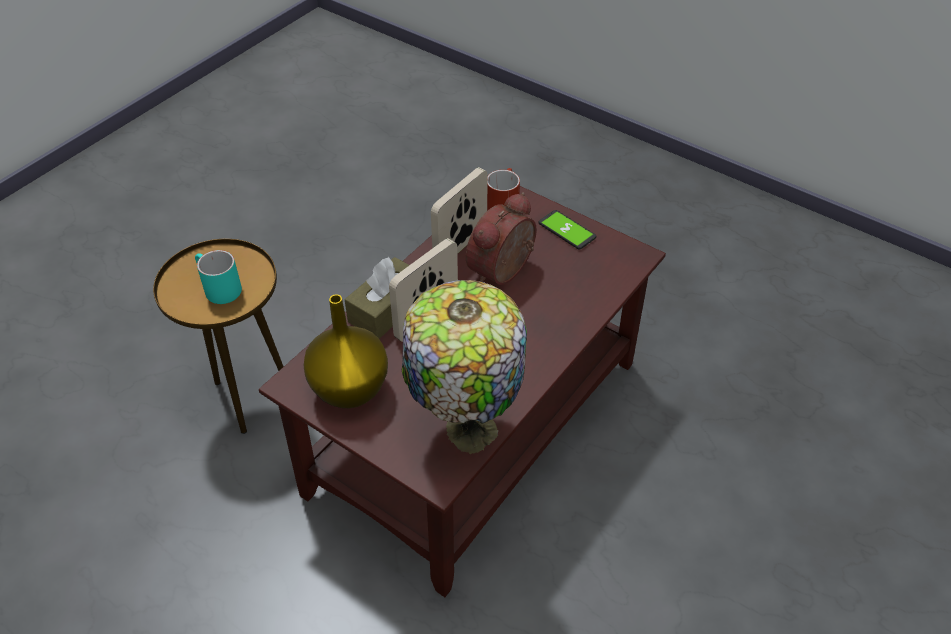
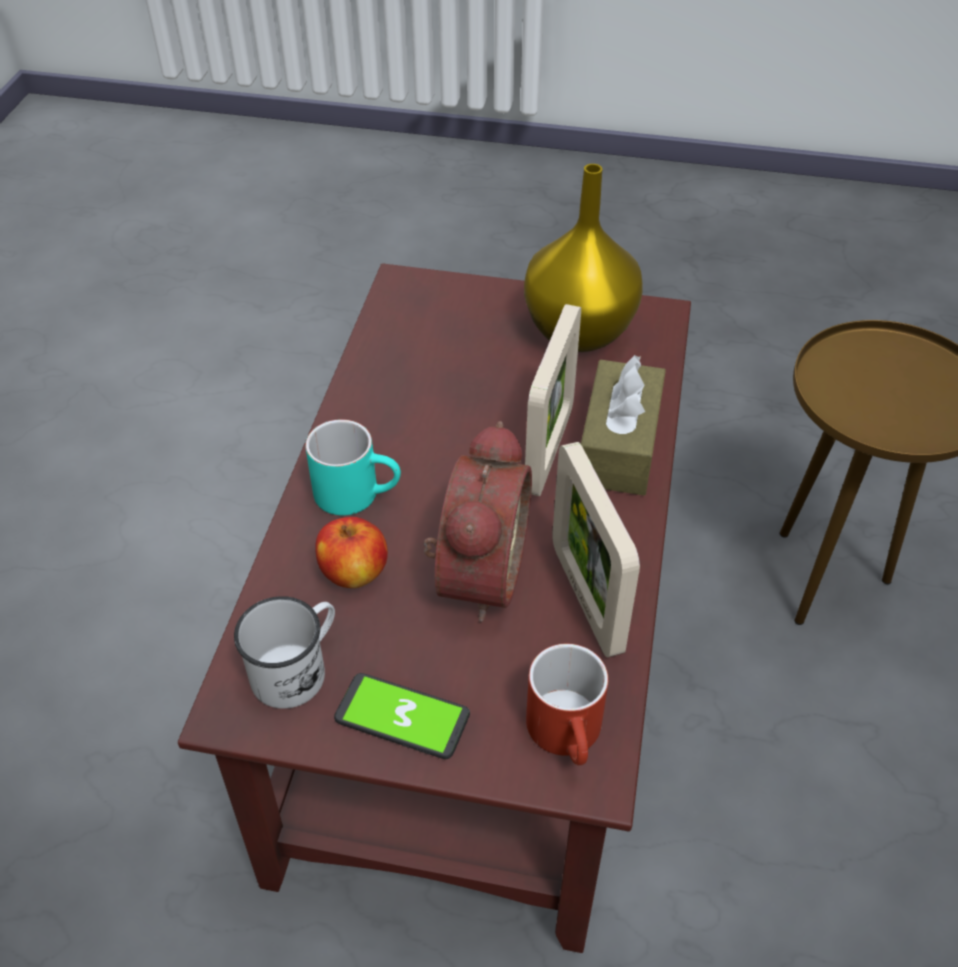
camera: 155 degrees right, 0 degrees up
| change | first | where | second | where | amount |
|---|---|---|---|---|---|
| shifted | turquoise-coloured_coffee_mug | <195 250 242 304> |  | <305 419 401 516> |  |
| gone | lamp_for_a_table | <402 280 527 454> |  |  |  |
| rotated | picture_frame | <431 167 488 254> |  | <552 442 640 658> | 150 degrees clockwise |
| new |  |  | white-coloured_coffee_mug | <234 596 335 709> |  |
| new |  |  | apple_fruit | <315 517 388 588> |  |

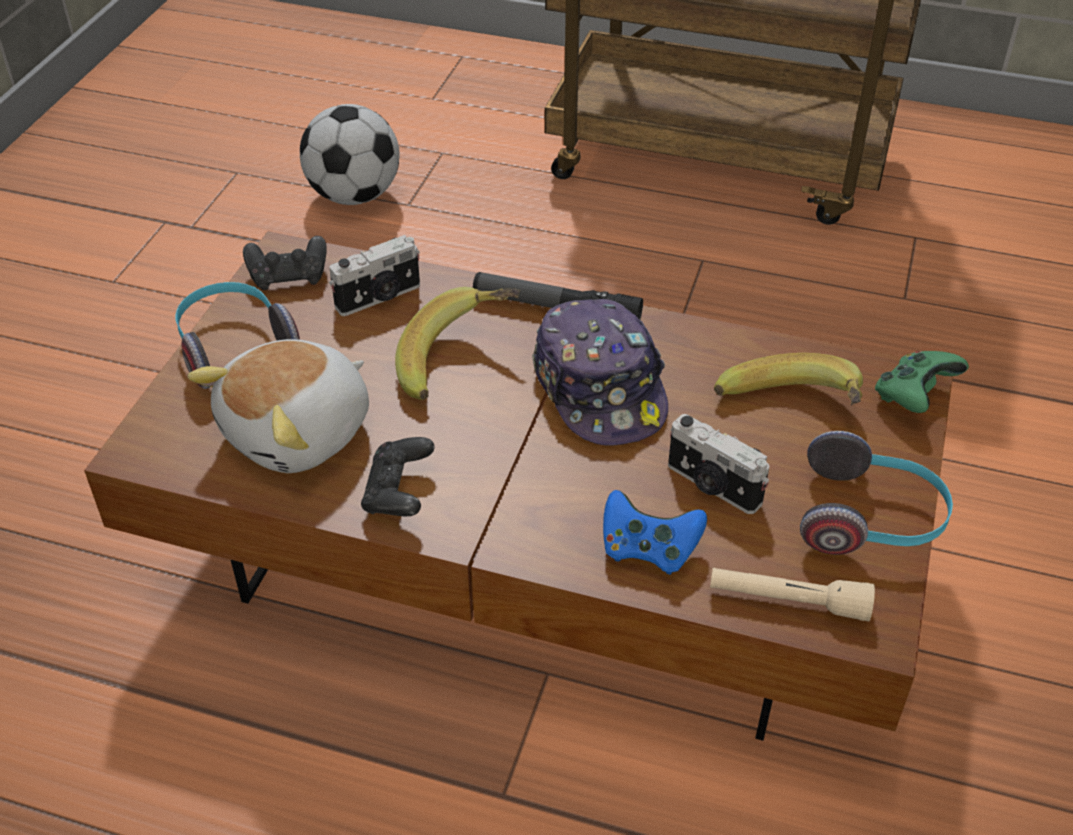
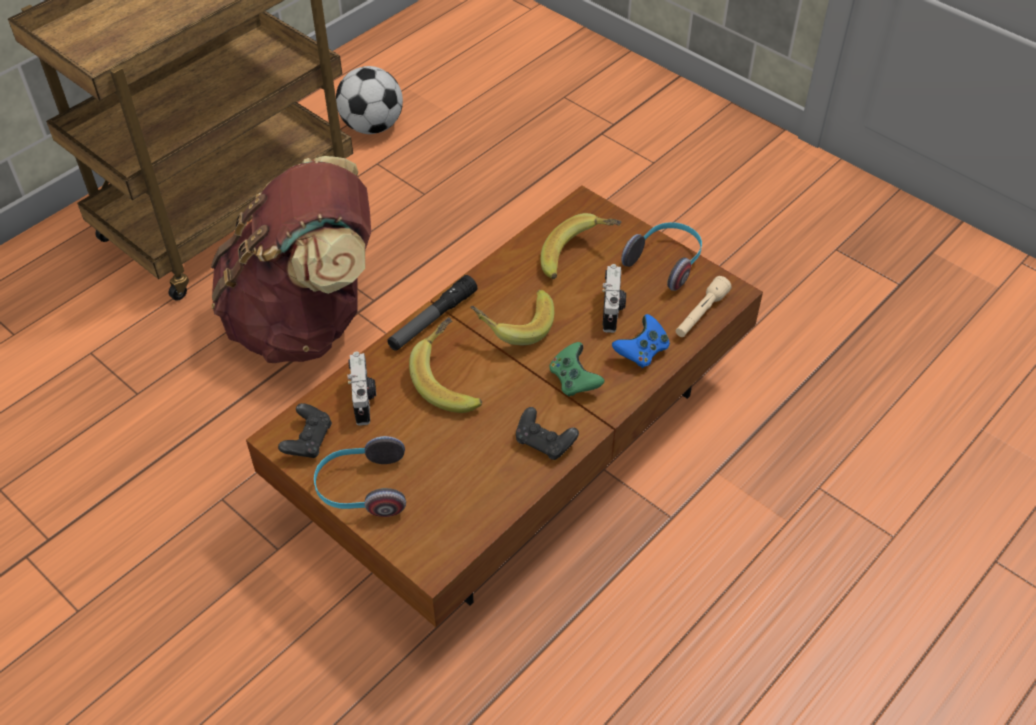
camera: 65 degrees left, 5 degrees up
| change | first | where | second | where | amount |
|---|---|---|---|---|---|
| gone | cuddly_toy | <188 339 369 473> |  |  |  |
| shifted | football_ball | <300 104 400 205> |  | <336 66 403 134> |  |
| swapped | peaked_cap | <532 299 668 446> | banana_fruit | <470 290 554 345> |  |
| rotated | photo_camera | <668 414 769 514> |  | <602 264 626 333> | 60 degrees counterclockwise |
| shifted | green_game_controller | <875 351 969 413> |  | <549 342 605 397> |  |
| new |  |  | brown-coloured_rucksack | <211 156 371 363> |  |

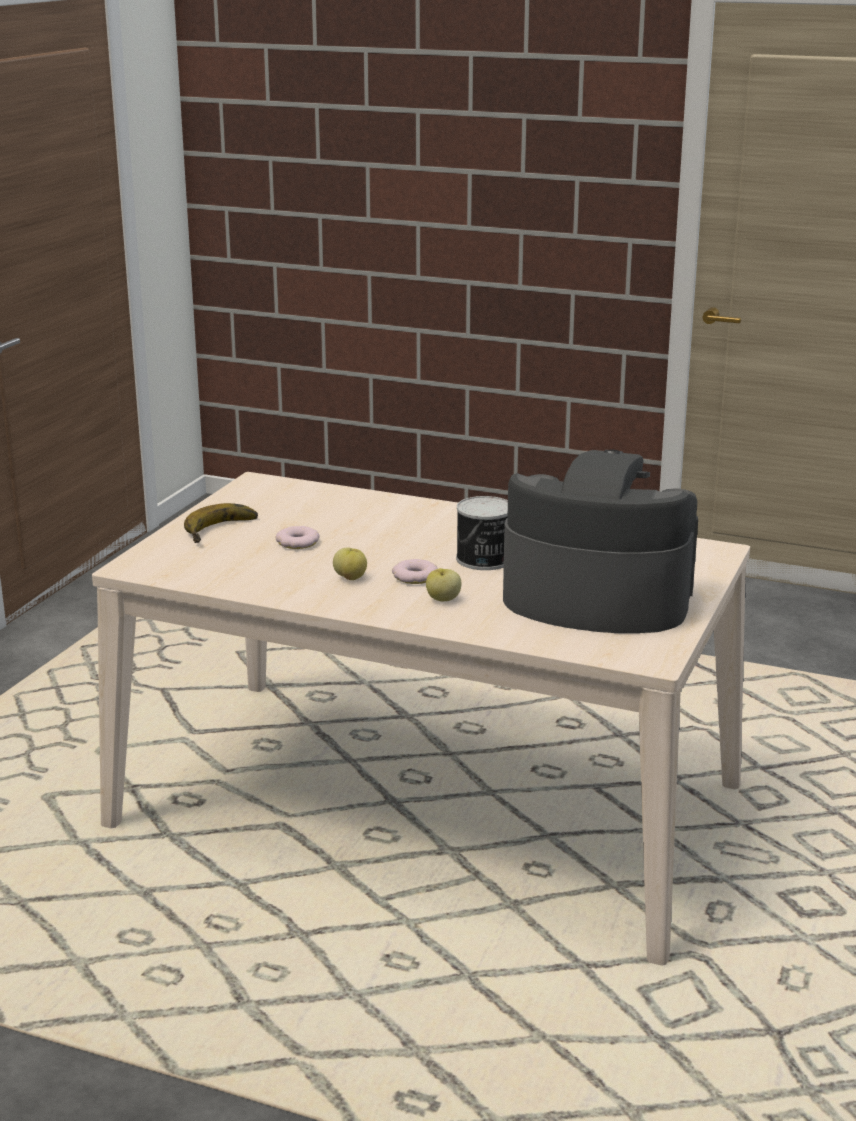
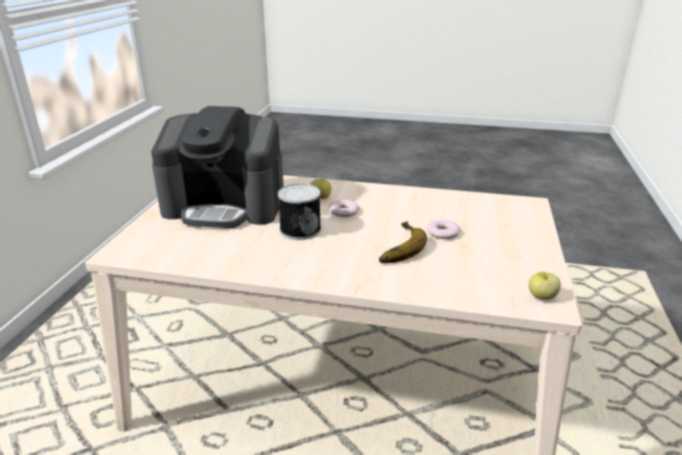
camera: 170 degrees right, 5 degrees up
| change | first | where | second | where | amount |
|---|---|---|---|---|---|
| shifted | banana_fruit | <184 503 258 543> |  | <379 222 427 263> |  |
| shifted | apple_fruit | <333 547 367 580> |  | <529 272 561 300> |  |

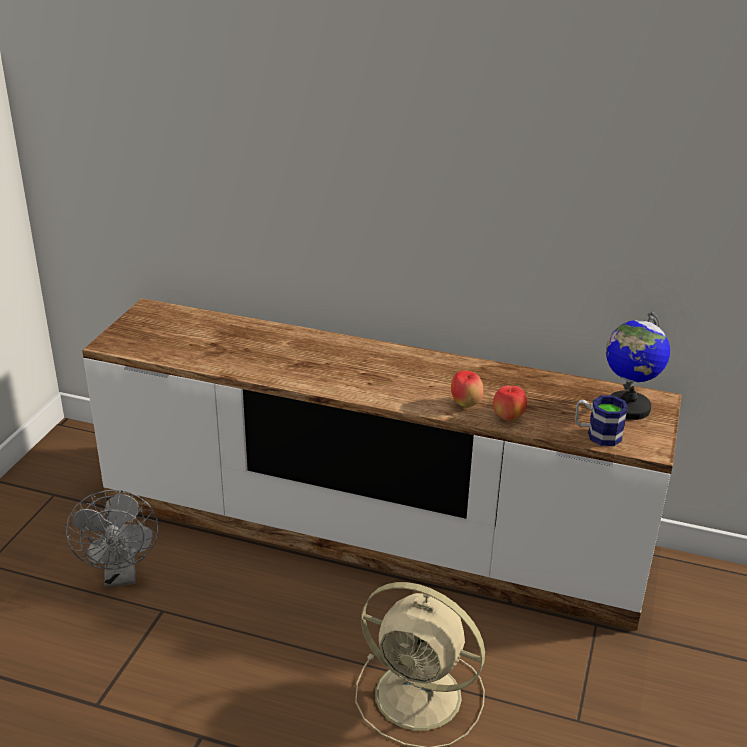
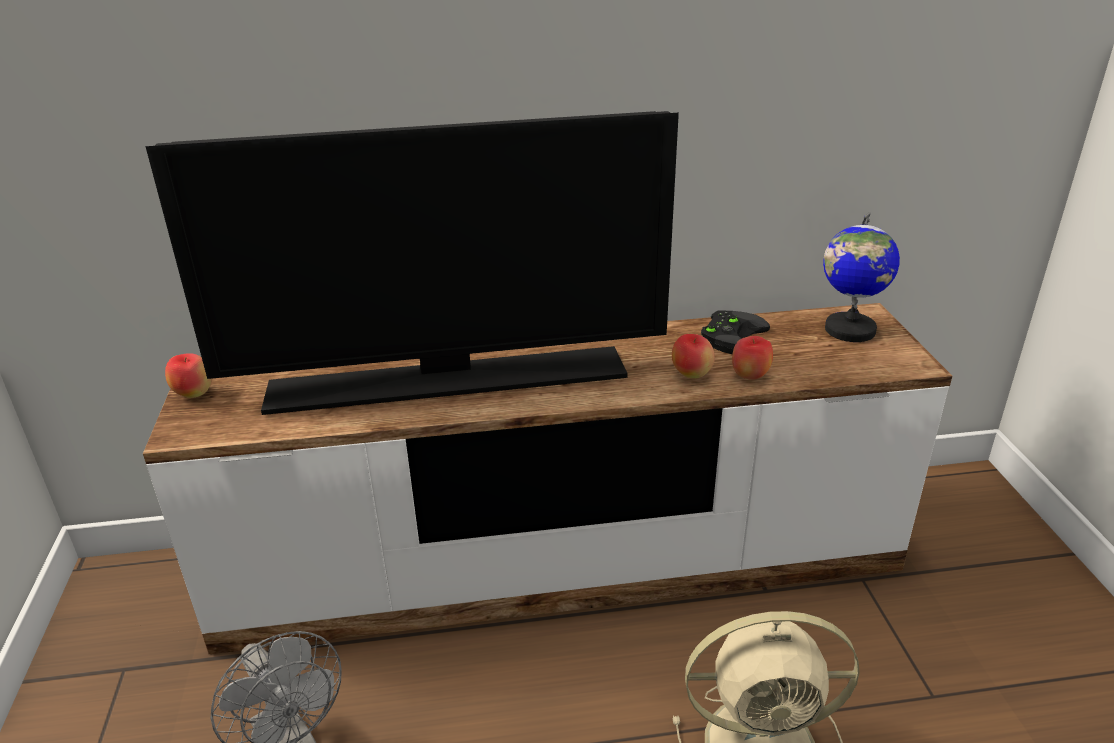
camera: 25 degrees left, 0 degrees up
| change | first | where | second | where | amount |
|---|---|---|---|---|---|
| gone | coffee_mug | <575 395 628 446> |  |  |  |
| new |  |  | TV_set | <145 111 679 415> |  |
| new |  |  | apple_fruit | <165 353 213 398> |  |
| new |  |  | blackish_game_controller | <701 310 770 354> |  |

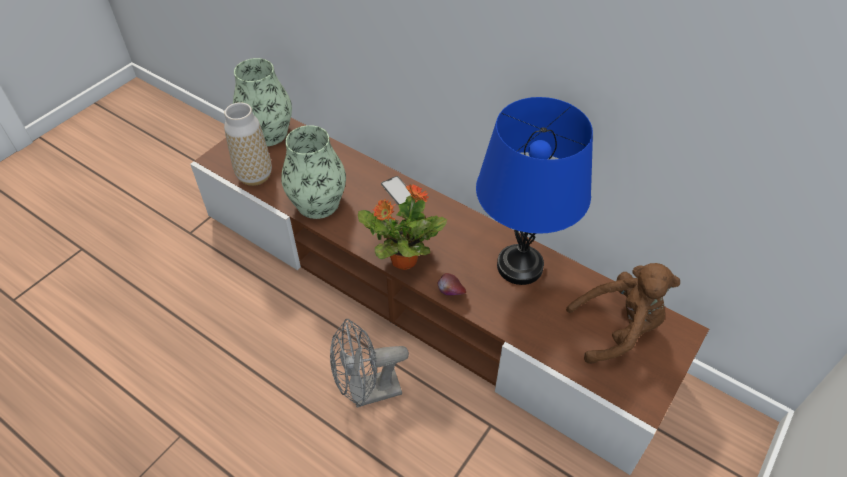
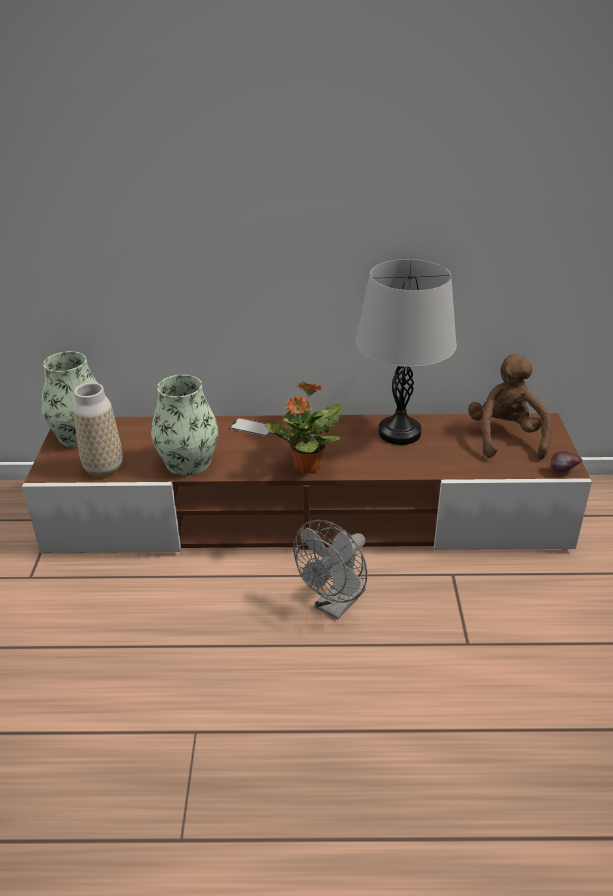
camera: 35 degrees left, 15 degrees down
| change | first | where | second | where | amount |
|---|---|---|---|---|---|
| shifted | apple_fruit | <438 273 466 295> |  | <551 451 583 472> |  |
| repainted | bluish_lamp_for_a_table | <476 97 593 285> | grey_lamp_for_a_table | <356 259 457 445> |  |
| rotated | brown-coloured_cuddly_toy | <566 263 680 364> |  | <468 354 552 459> | 45 degrees counterclockwise |

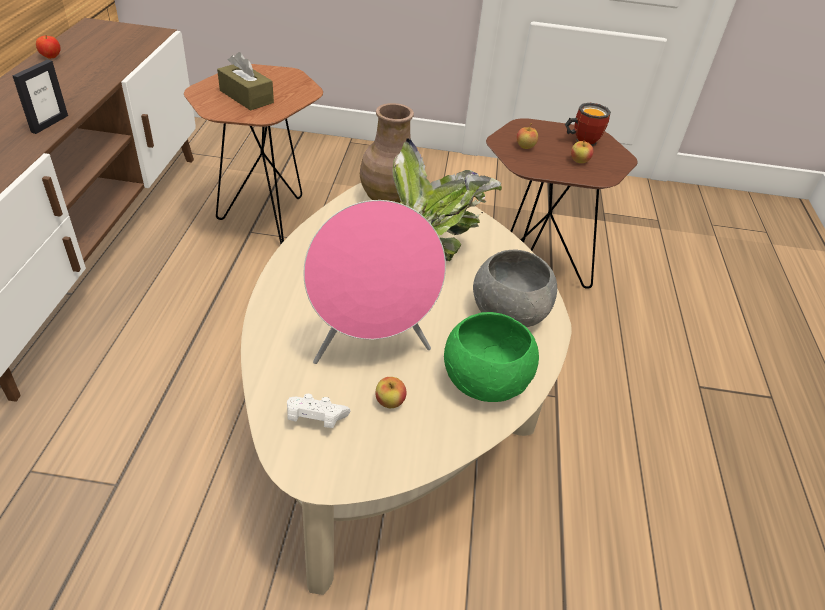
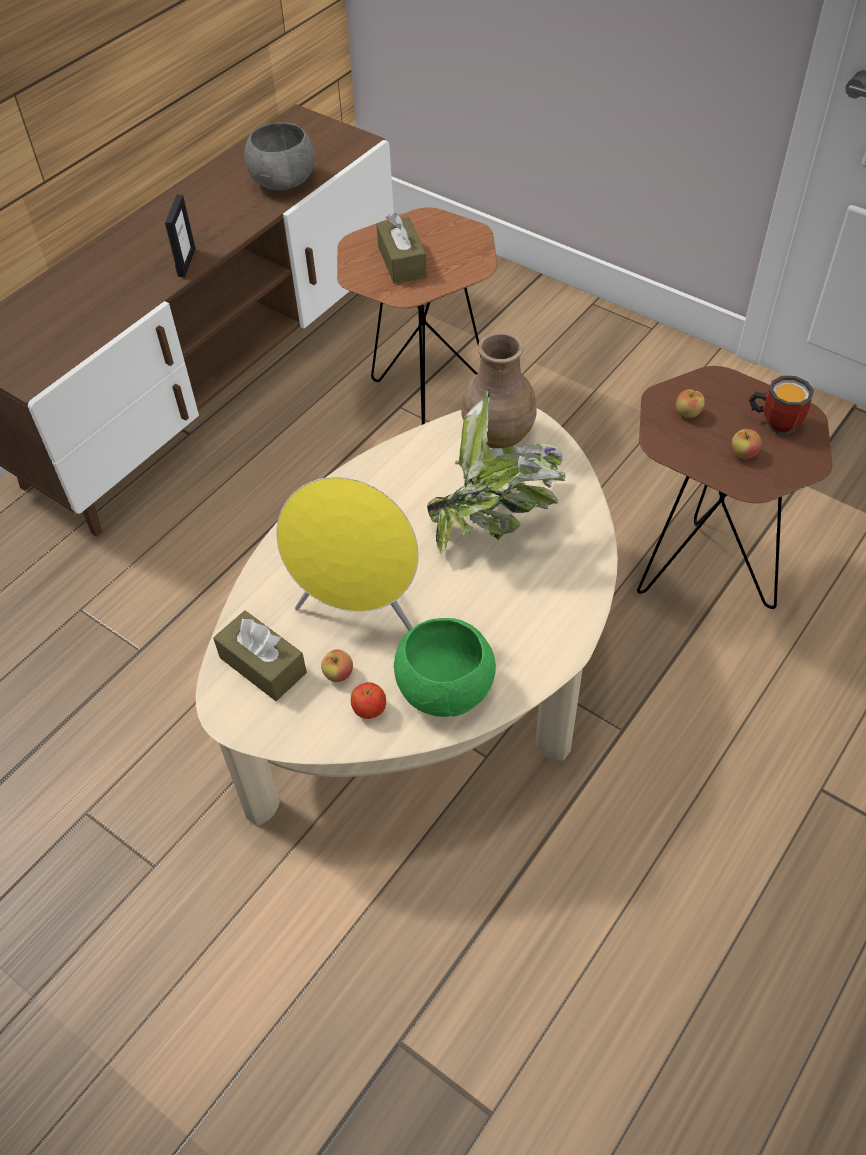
camera: 35 degrees right, 10 degrees up
| change | first | where | second | where | amount |
|---|---|---|---|---|---|
| rotated | picture_frame | <12 60 68 134> |  | <165 195 196 277> | 45 degrees counterclockwise |
| shifted | apple_fruit | <36 36 61 59> |  | <351 682 386 719> |  |
| swapped | white-coloured_game_controller | <287 394 351 428> | brown-coloured_tissue_holder | <213 611 307 701> |  |
| repainted | pinkish_audio_speaker | <303 200 446 364> | yellowish_audio_speaker | <276 477 419 630> |  |
| shifted | grey_serving_bowl | <473 249 557 327> |  | <244 122 314 190> |  |

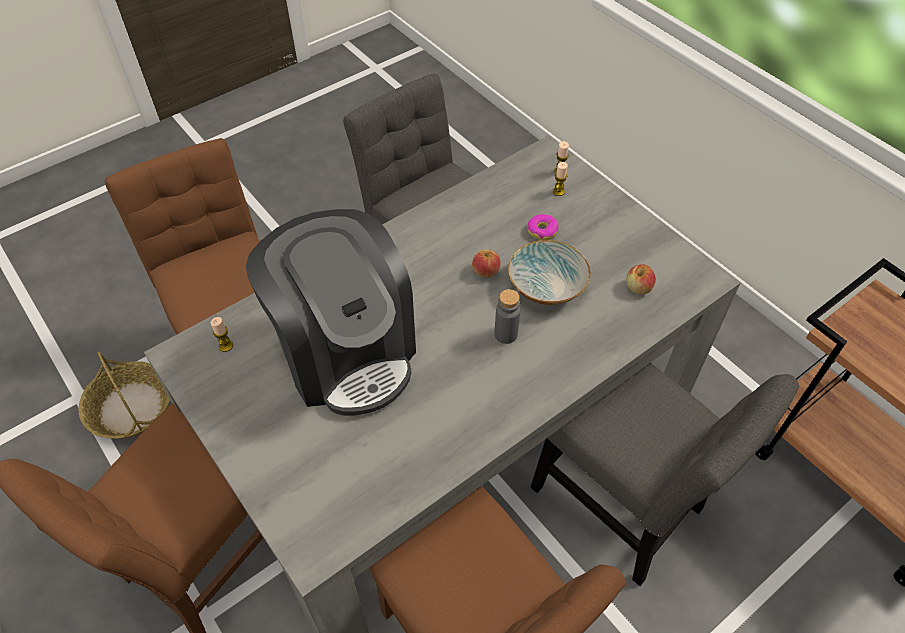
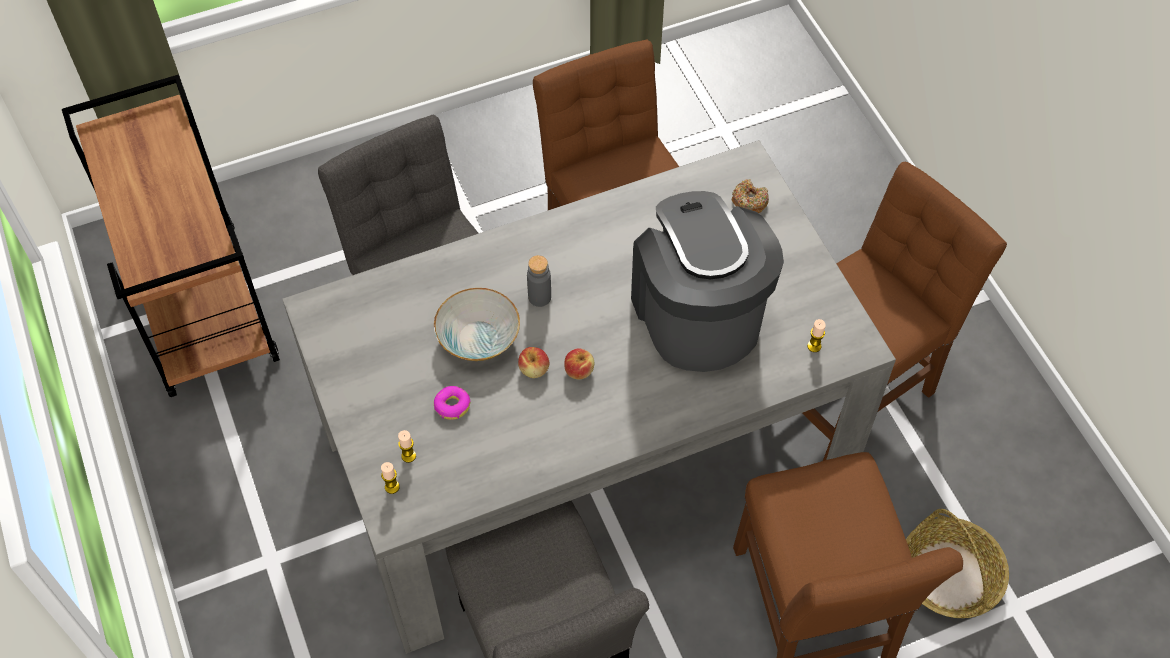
camera: 165 degrees left, 5 degrees up
| change | first | where | second | where | amount |
|---|---|---|---|---|---|
| shifted | apple_fruit | <626 264 656 295> |  | <564 348 594 379> |  |
| new |  |  | ring_doughnut | <732 179 769 213> |  |

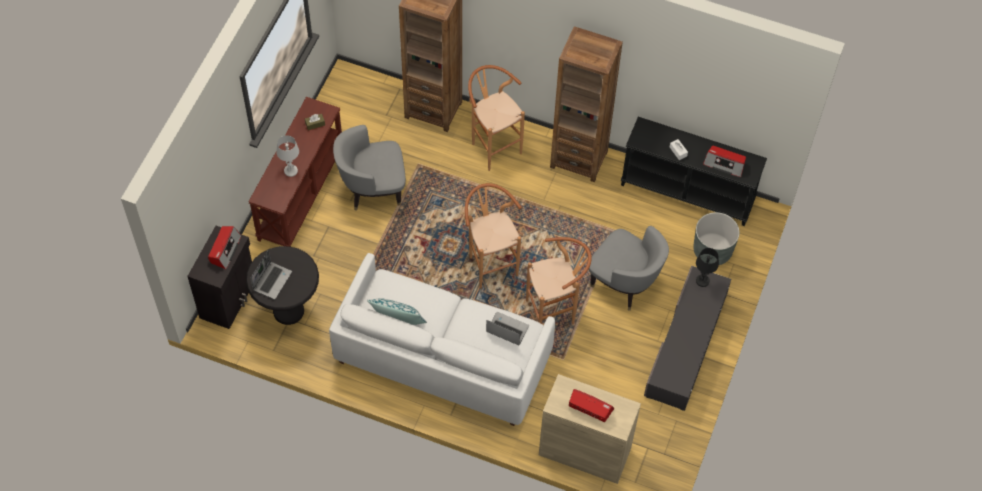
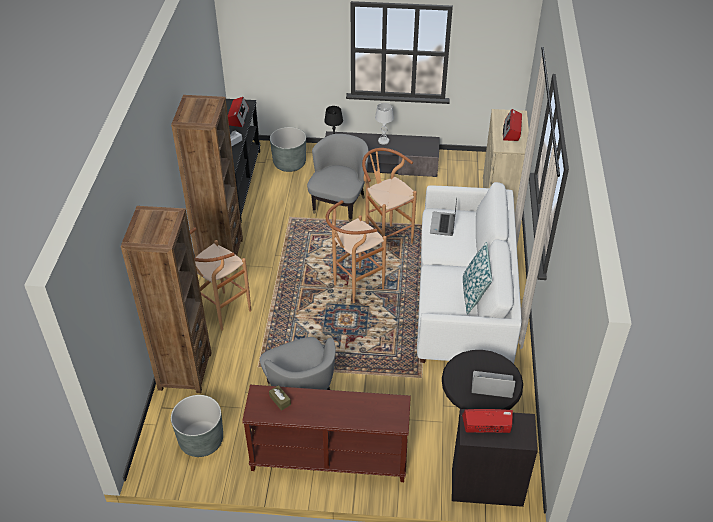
camera: 105 degrees left, 15 degrees down
| change | first | where | second | where | amount |
|---|---|---|---|---|---|
| shifted | white-coloured_lamp_for_a_table | <276 135 299 177> |  | <375 103 394 145> |  |
| new |  |  | grey_planter | <171 395 223 457> |  |

